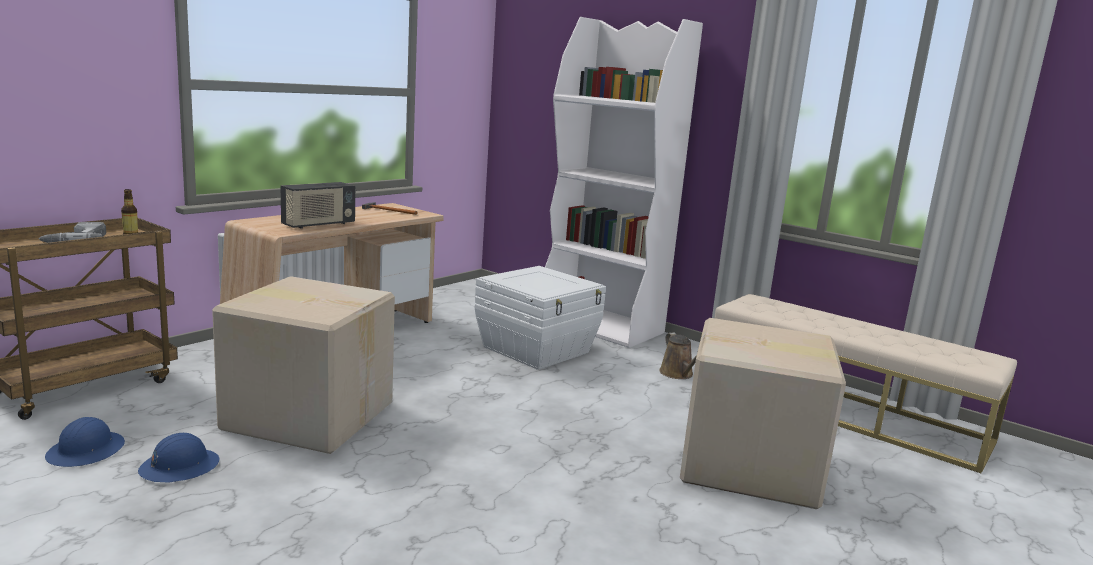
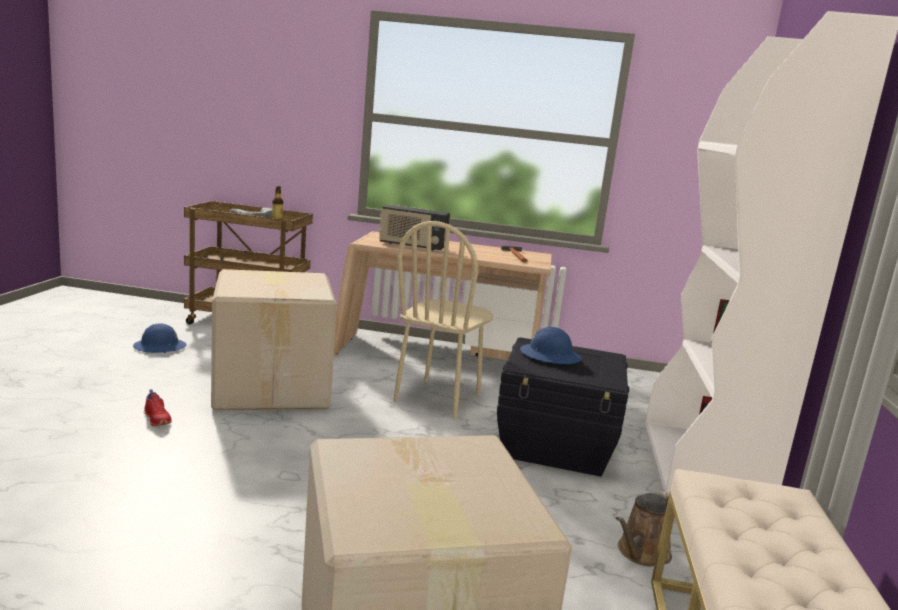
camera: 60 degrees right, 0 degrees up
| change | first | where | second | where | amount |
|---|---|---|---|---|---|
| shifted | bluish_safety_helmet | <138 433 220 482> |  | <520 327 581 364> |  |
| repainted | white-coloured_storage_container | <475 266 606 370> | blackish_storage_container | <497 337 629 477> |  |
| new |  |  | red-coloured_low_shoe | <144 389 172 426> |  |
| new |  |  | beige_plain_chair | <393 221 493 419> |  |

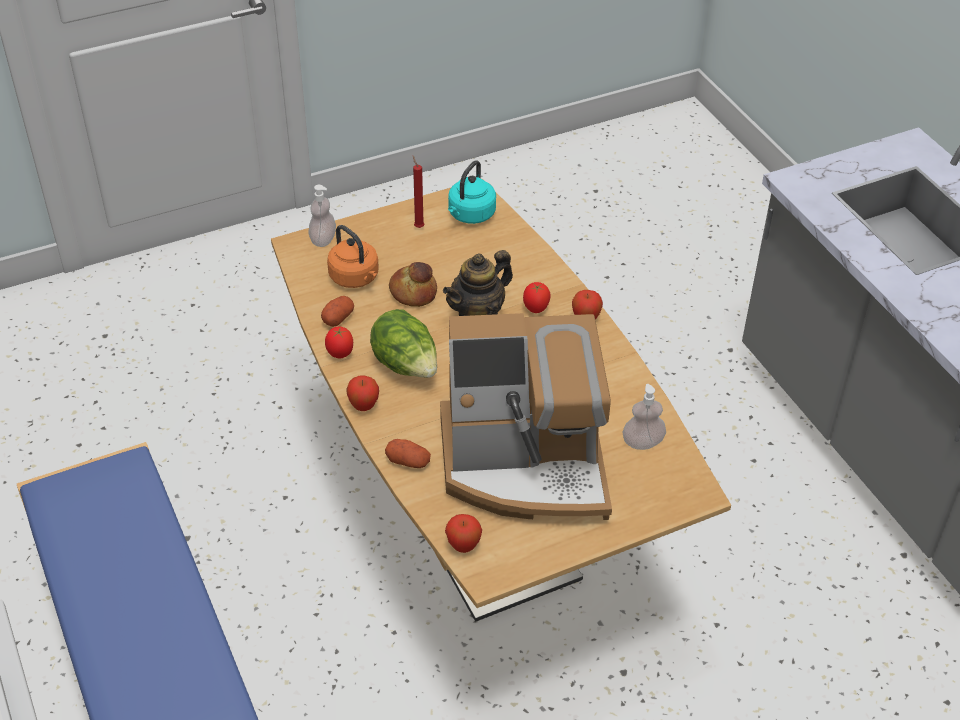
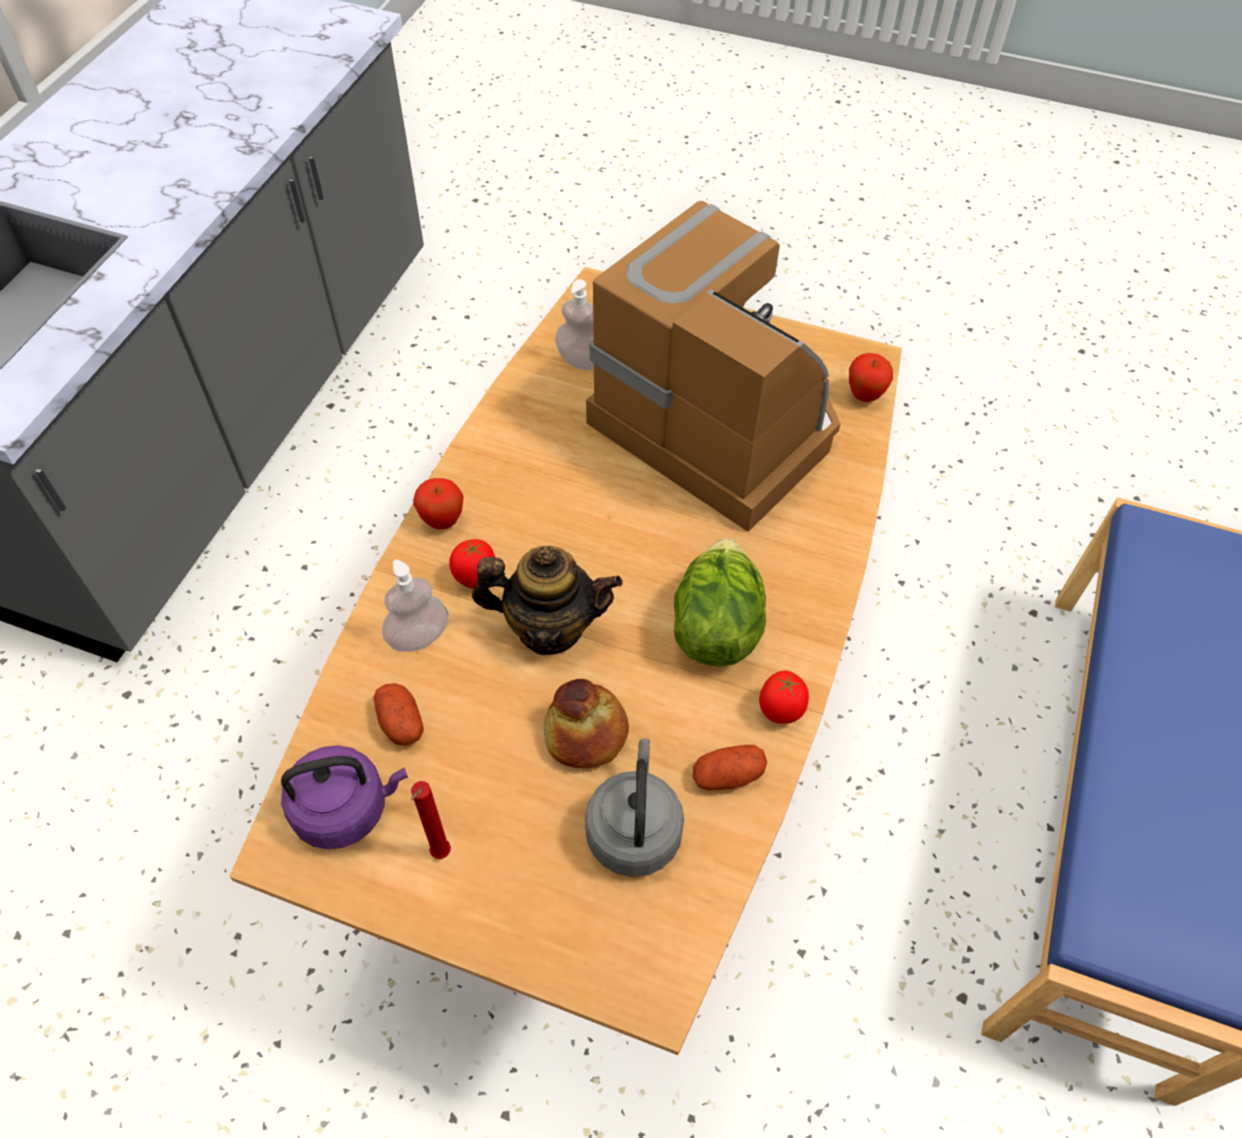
camera: 135 degrees left, 10 degrees up
| change | first | where | second | where | amount |
|---|---|---|---|---|---|
| shifted | soap_bottle | <309 185 336 247> |  | <382 560 448 652> |  |
| repainted | orange-coloured_kettle | <327 225 379 288> | grey_kettle | <585 738 684 877> |  |
| gone | apple_fruit | <346 376 379 411> |  |  |  |
| shifted | spud | <385 439 431 468> |  | <373 683 424 746> |  |
| repainted | turquoise-coloured_kettle | <448 160 496 224> | purple_kettle | <281 745 408 849> |  |

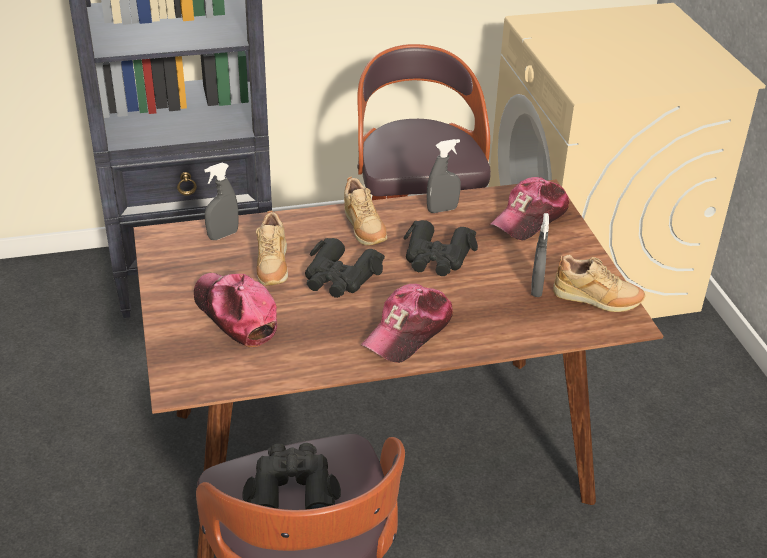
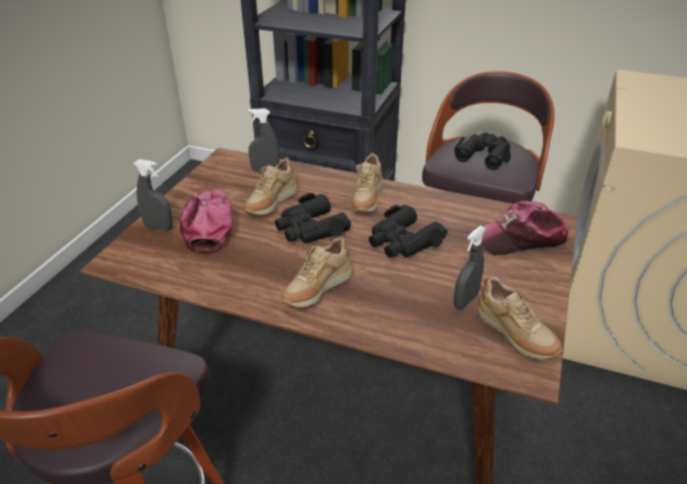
camera: 35 degrees right, 0 degrees up
| change | first | where | second | where | amount |
|---|---|---|---|---|---|
| shifted | blackish_pair_of_binoculars | <242 443 341 510> |  | <454 132 511 170> |  |
| swapped | peaked_cap | <361 284 453 363> | beige_low_shoe | <281 236 352 307> |  |
| shifted | grey_sprayer | <427 139 461 213> |  | <133 159 173 230> |  |

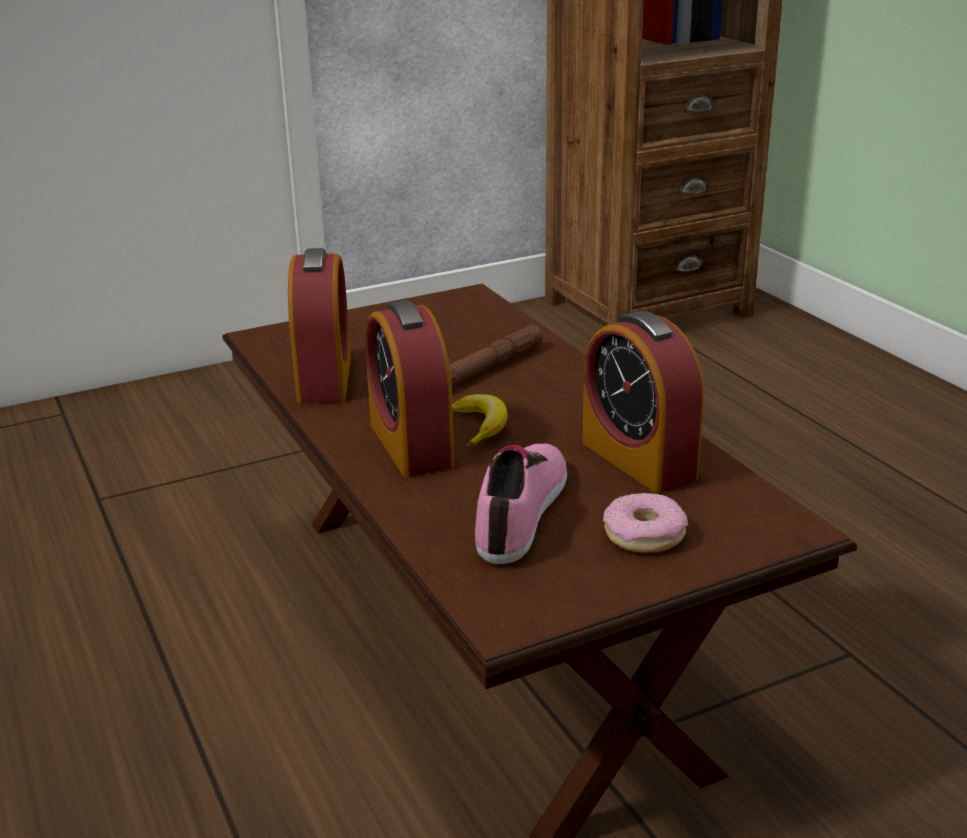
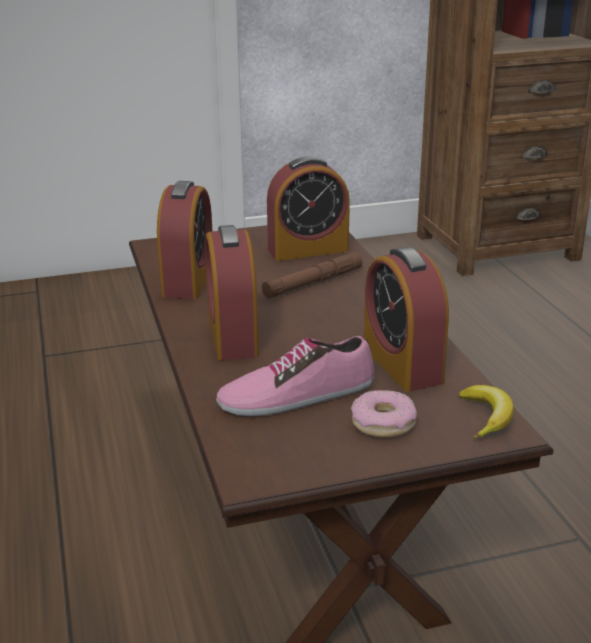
camera: 10 degrees right, 0 degrees up
| change | first | where | second | where | amount |
|---|---|---|---|---|---|
| shifted | banana_fruit | <452 394 508 447> |  | <459 385 514 439> |  |
| rotated | low_shoe | <475 444 567 564> |  | <216 336 374 416> | 135 degrees counterclockwise |
| new |  |  | bedside_clock | <267 156 350 261> |  |

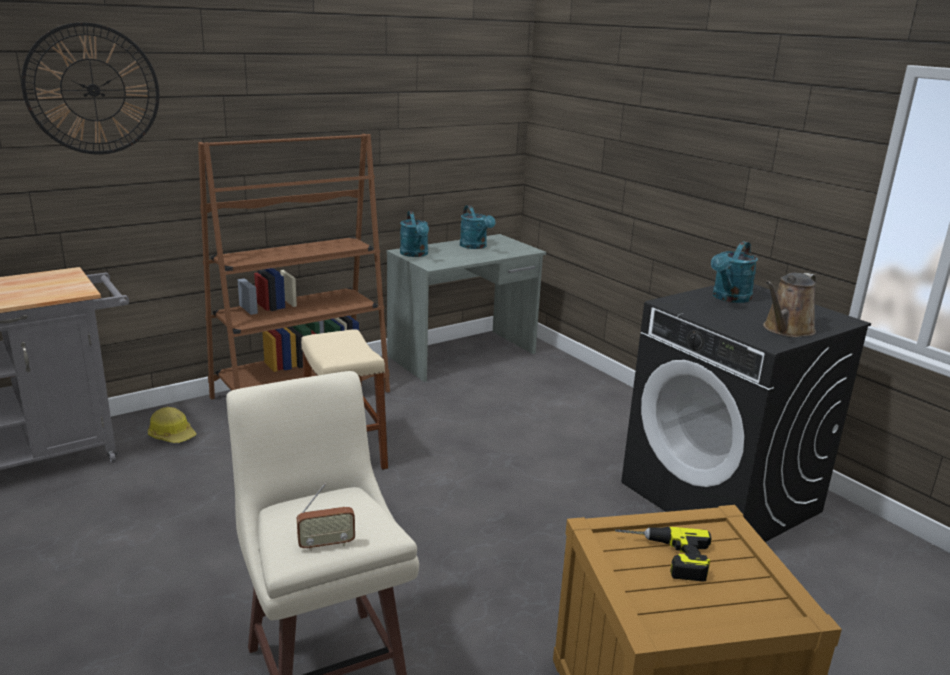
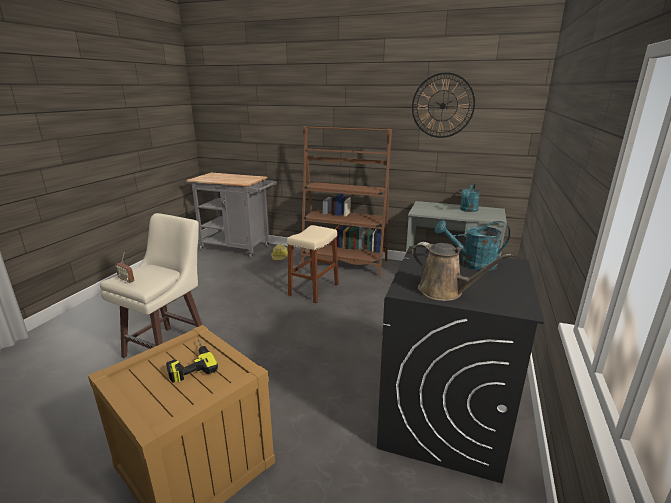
camera: 55 degrees right, 0 degrees up
| change | first | where | second | where | amount |
|---|---|---|---|---|---|
| shifted | wall_clock | <21 22 159 154> |  | <412 72 475 138> |  |
| gone | turquoise-coloured_watering_pot | <400 211 429 257> |  |  |  |
| rotated | brown-coloured_watering_pot | <763 273 817 337> |  | <412 242 512 301> | 150 degrees counterclockwise |

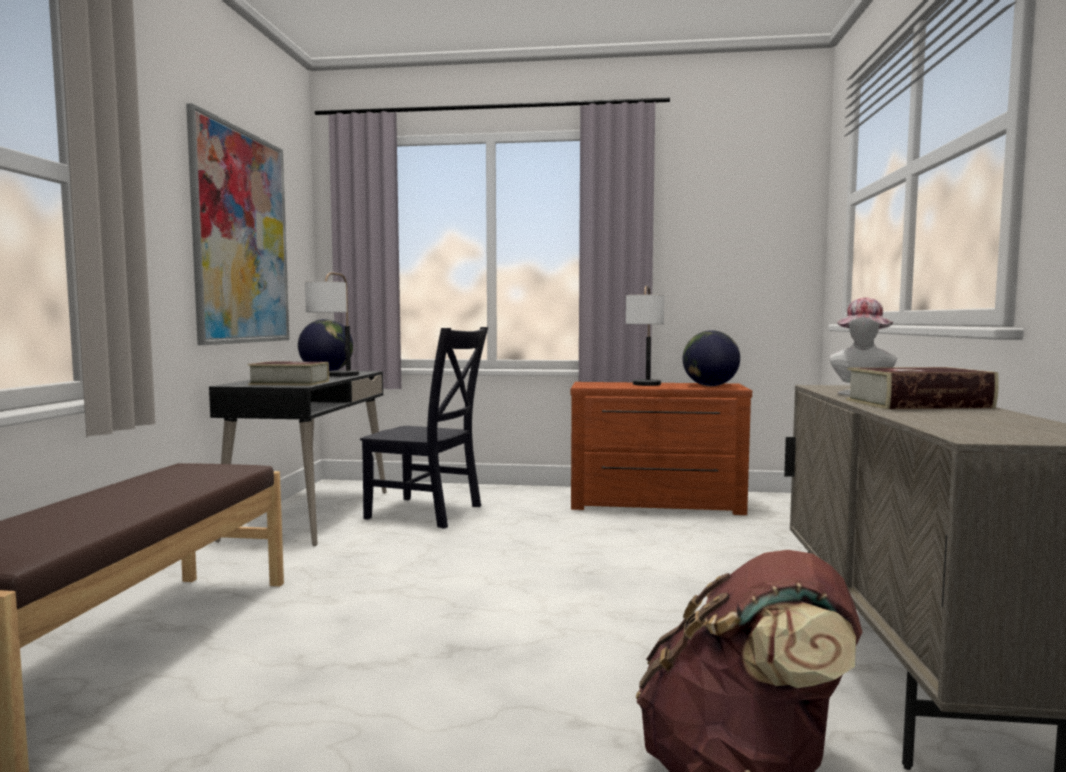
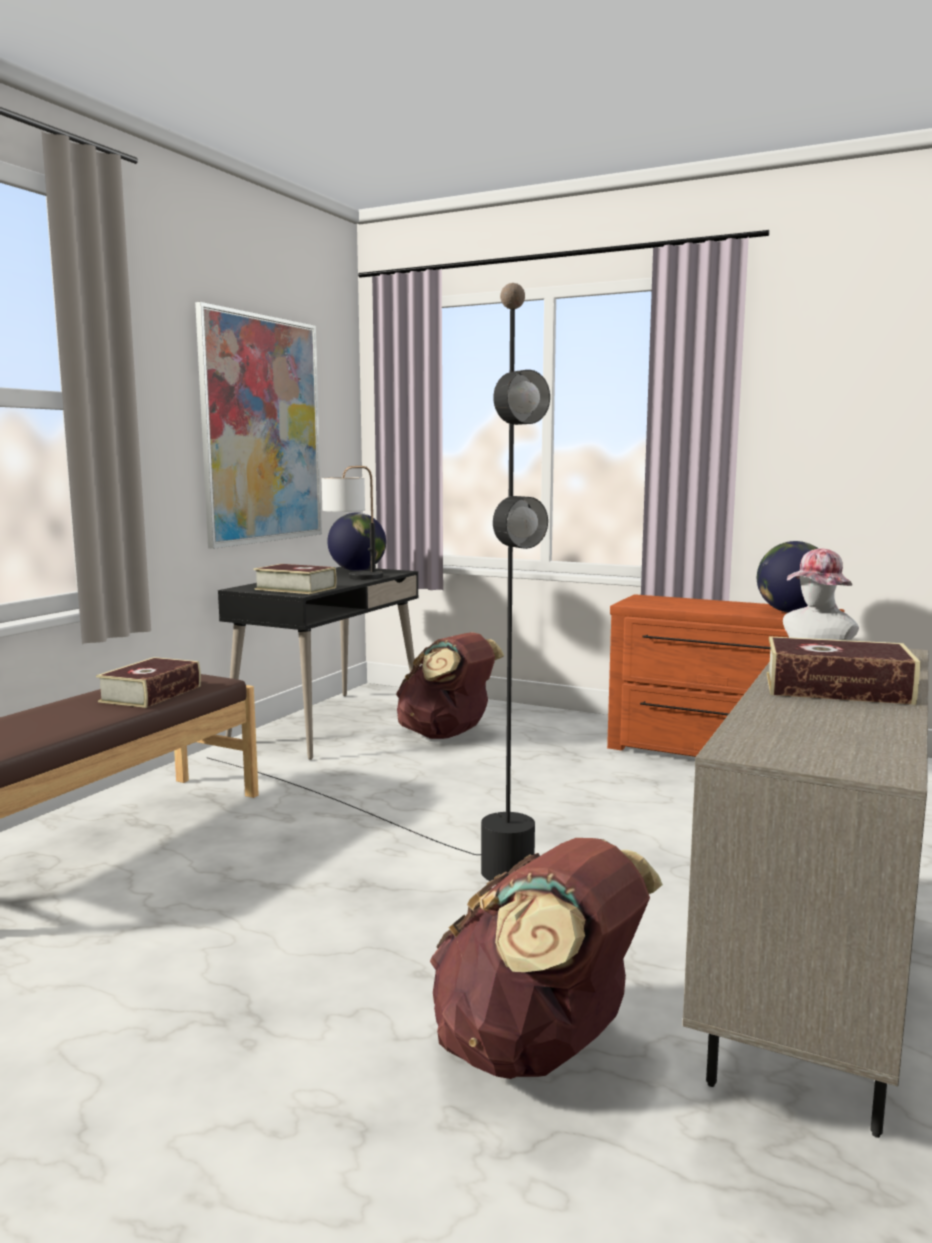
camera: 20 degrees right, 5 degrees up
| change | first | where | second | where | amount |
|---|---|---|---|---|---|
| swapped | blackish_plain_chair | <360 327 488 529> | brown-coloured_rucksack | <396 632 505 739> |  |
| gone | lamp_for_a_table | <626 286 664 386> |  |  |  |
| new |  |  | volume | <96 657 201 708> |  |
| new |  |  | blackish_standing_lamp | <208 283 550 881> |  |

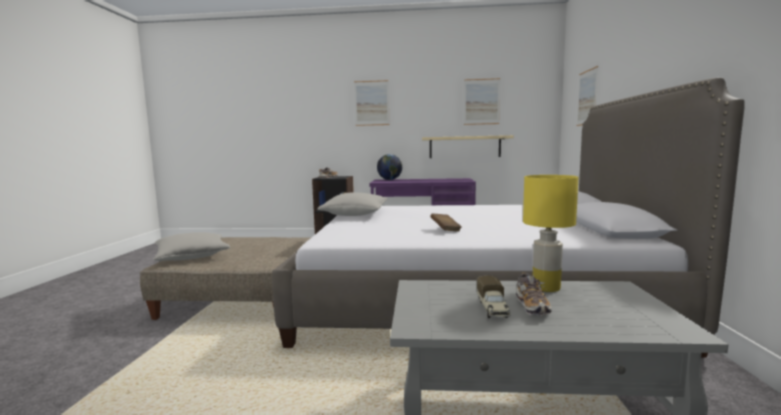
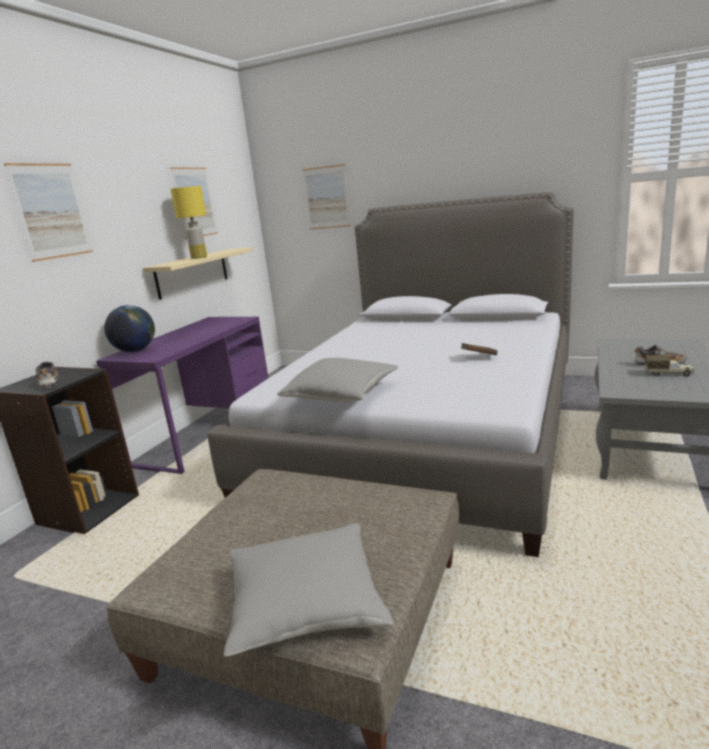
camera: 70 degrees left, 10 degrees up
| change | first | where | second | where | amount |
|---|---|---|---|---|---|
| shifted | yellowish_lamp_for_a_table | <523 175 578 292> |  | <171 186 207 259> |  |

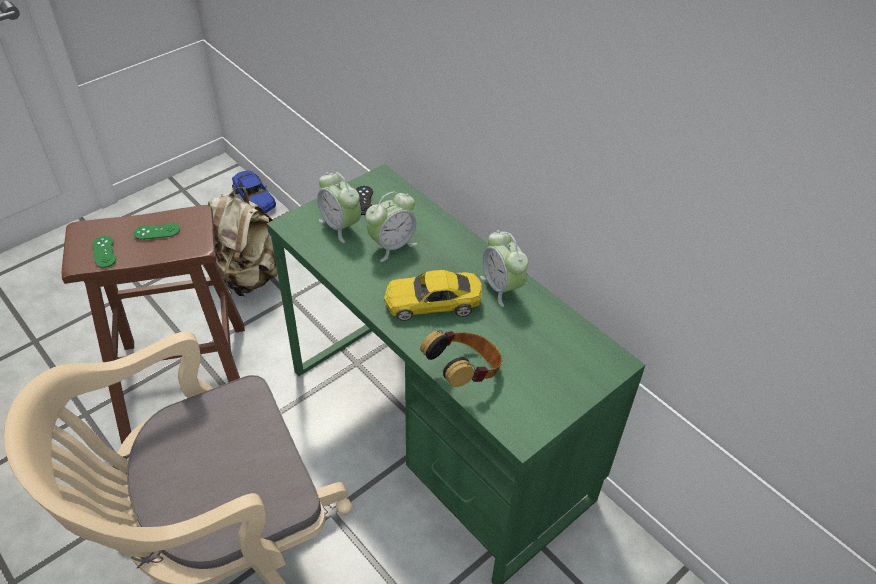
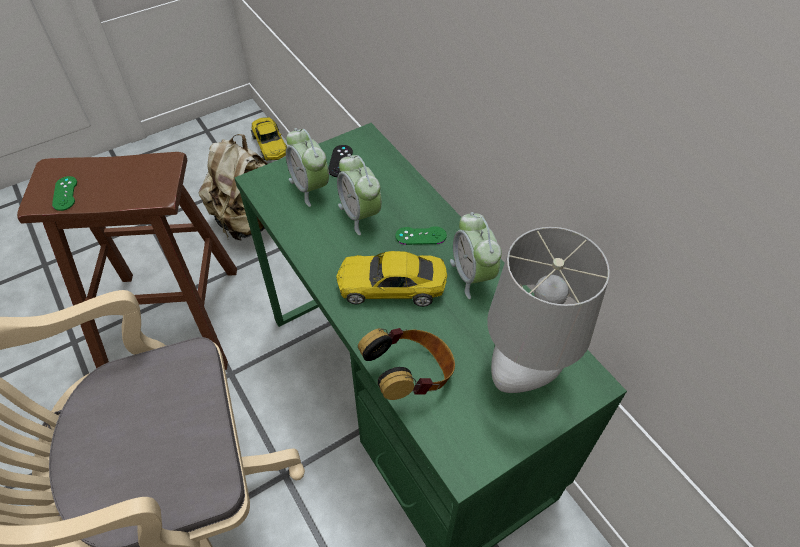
camera: 10 degrees right, 5 degrees up
| change | first | where | second | where | amount |
|---|---|---|---|---|---|
| shifted | green_game_controller | <134 223 180 240> |  | <395 226 447 245> |  |
| repainted | bluish_model_car | <232 171 276 213> | yellowish_model_car | <251 117 287 160> |  |
| rotated | bedside_clock | <365 192 417 262> |  | <337 154 382 235> | 90 degrees clockwise |
| new |  |  | grey_lamp_for_a_table | <487 227 610 393> |  |

